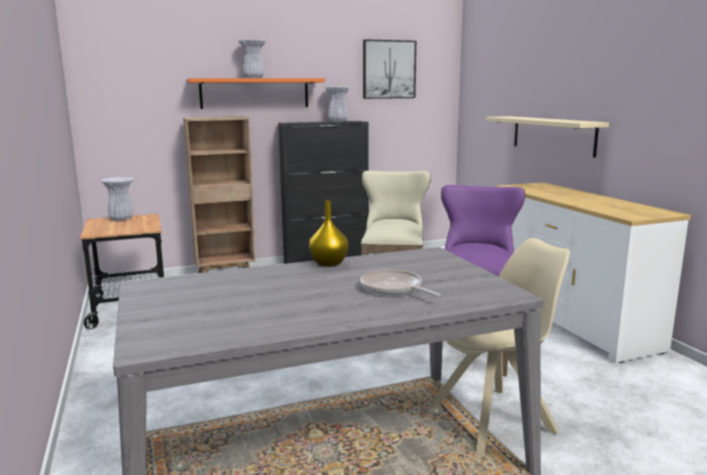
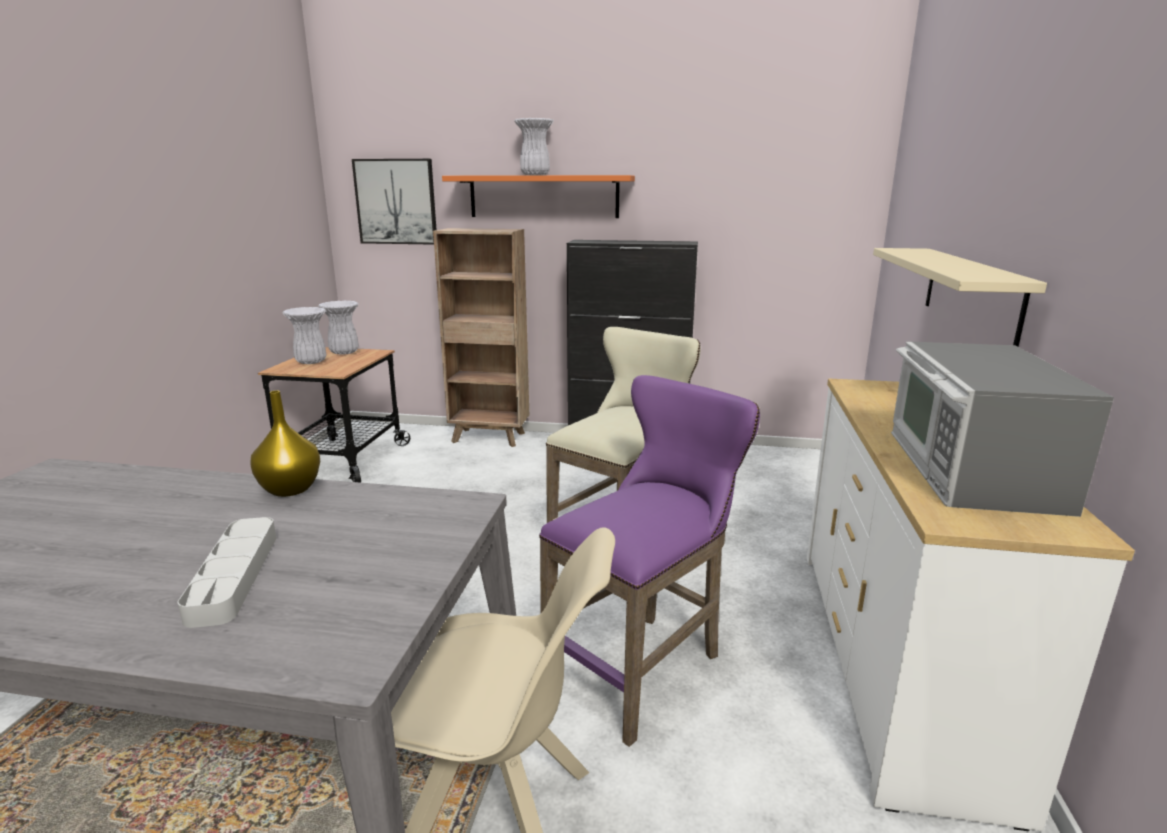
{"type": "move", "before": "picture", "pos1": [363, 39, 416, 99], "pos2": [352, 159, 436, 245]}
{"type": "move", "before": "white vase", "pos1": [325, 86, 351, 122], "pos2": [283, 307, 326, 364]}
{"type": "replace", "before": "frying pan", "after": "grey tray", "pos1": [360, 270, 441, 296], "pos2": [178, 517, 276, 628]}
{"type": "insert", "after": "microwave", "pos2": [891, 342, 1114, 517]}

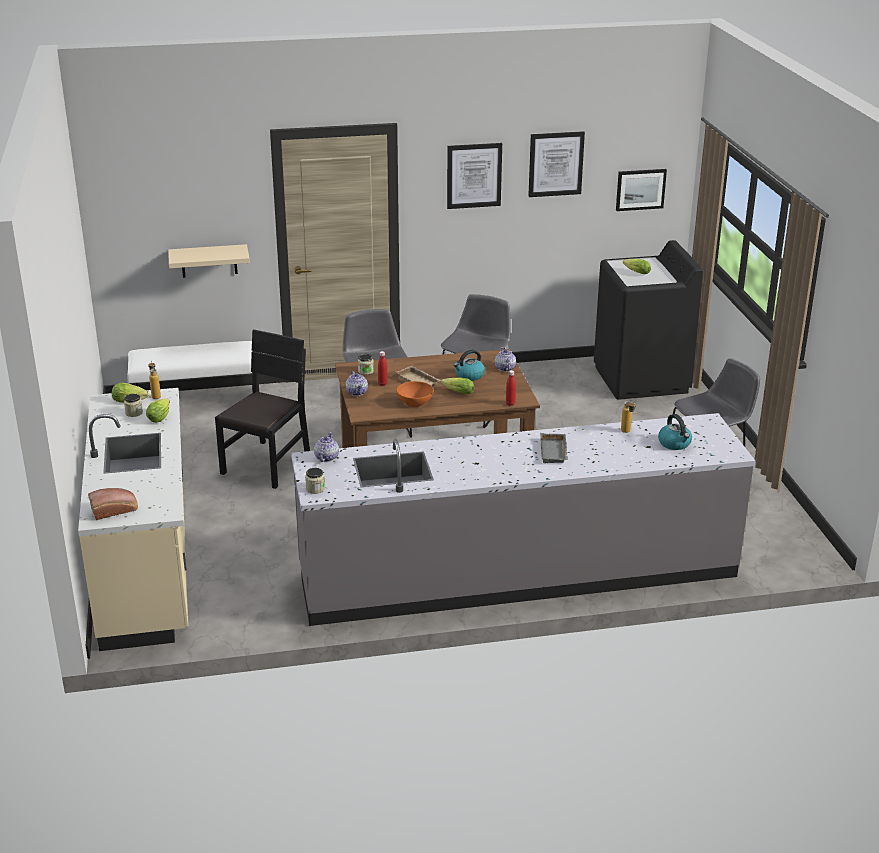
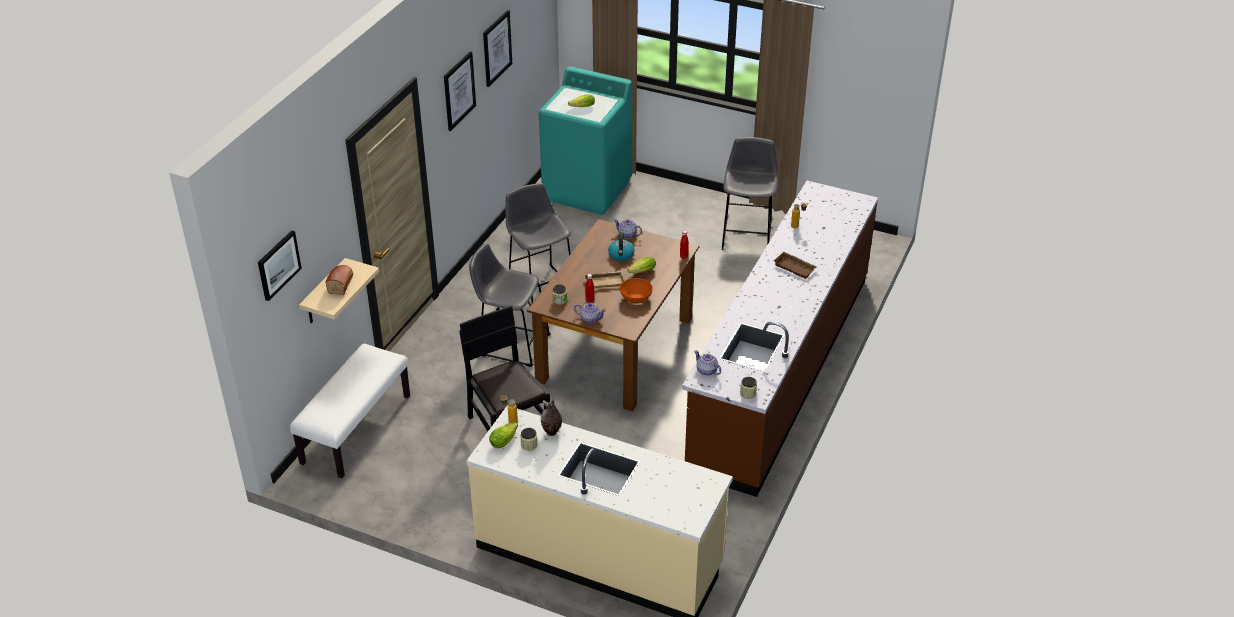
{"type": "move", "before": "picture", "pos1": [616, 169, 667, 211], "pos2": [258, 230, 302, 301]}
{"type": "recolor", "before": "black washing machine", "after": "turquoise washing machine", "pos1": [594, 240, 703, 400], "pos2": [539, 66, 632, 215]}
{"type": "replace", "before": "lettuce", "after": "vase", "pos1": [146, 398, 170, 423], "pos2": [541, 399, 562, 436]}
{"type": "recolor", "before": "grey counter", "after": "brown counter", "pos1": [291, 413, 756, 626], "pos2": [682, 181, 878, 497]}
{"type": "delete", "before": "kettle", "pos1": [658, 414, 692, 450]}
{"type": "recolor", "before": "grey tray", "after": "brown tray", "pos1": [540, 433, 568, 463], "pos2": [773, 252, 817, 279]}
{"type": "move", "before": "bread", "pos1": [88, 488, 138, 520], "pos2": [325, 265, 353, 295]}

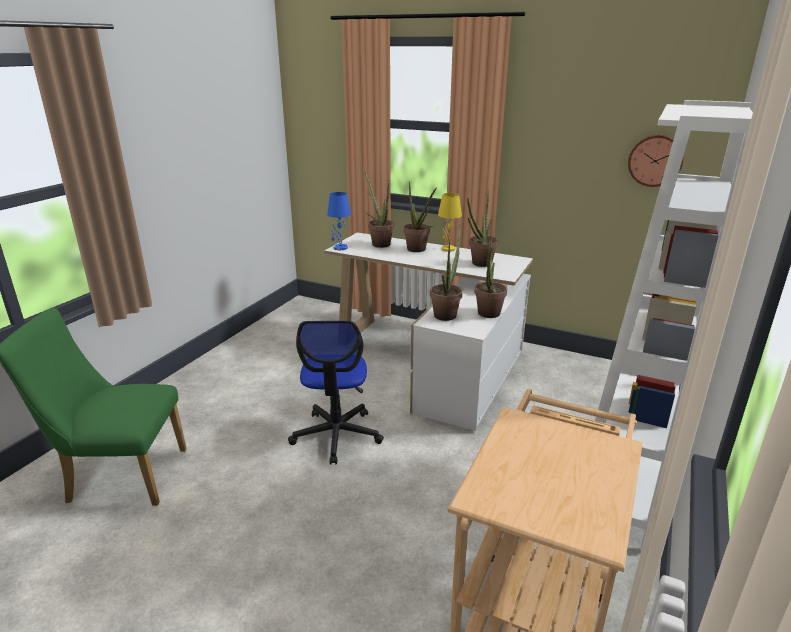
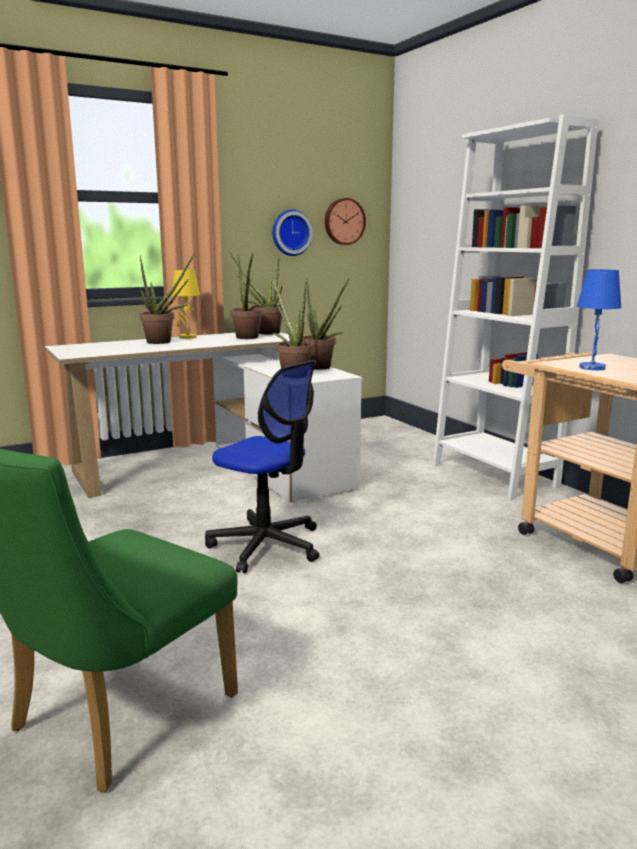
{"type": "move", "before": "potted plant", "pos1": [364, 172, 394, 248], "pos2": [230, 252, 283, 335]}
{"type": "move", "before": "blue table lamp", "pos1": [327, 192, 351, 250], "pos2": [577, 269, 621, 370]}
{"type": "insert", "after": "wall clock", "pos2": [272, 209, 313, 256]}

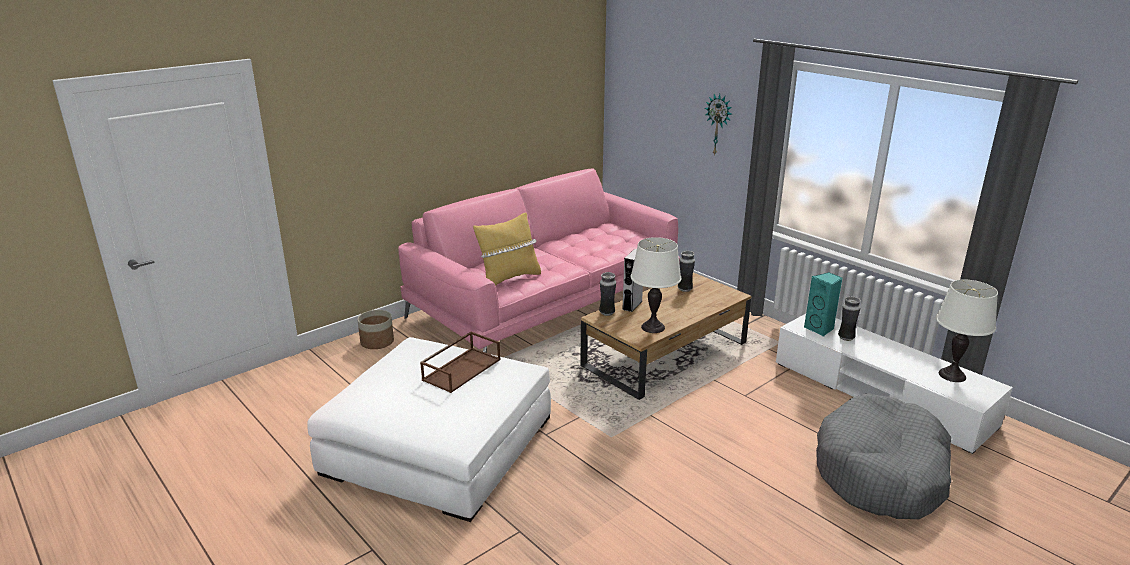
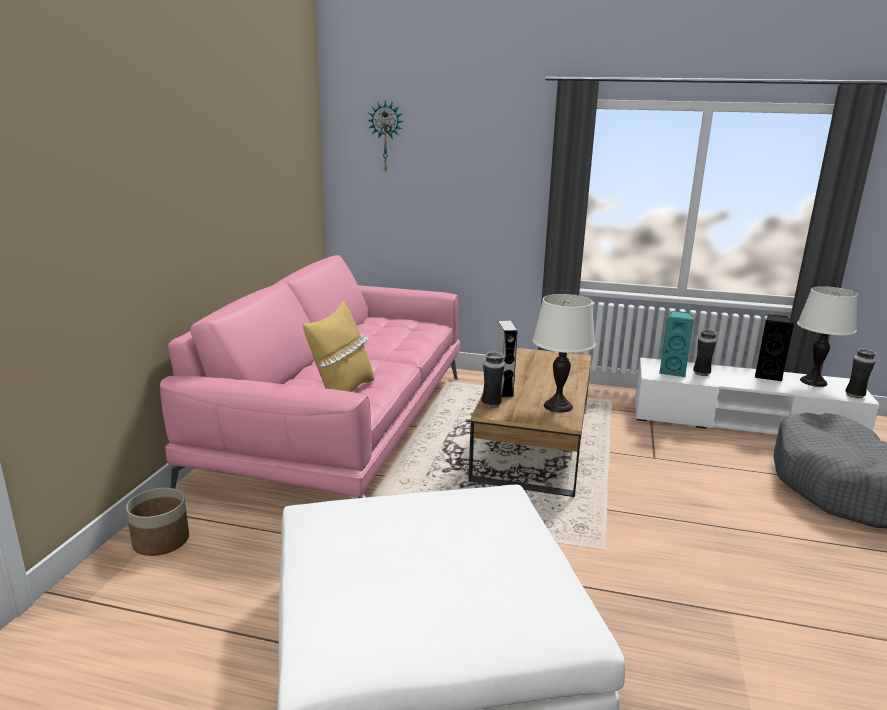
{"type": "move", "before": "wall clock", "pos1": [705, 94, 732, 156], "pos2": [367, 100, 404, 173]}
{"type": "move", "before": "vase", "pos1": [678, 251, 695, 292], "pos2": [845, 348, 876, 399]}
{"type": "delete", "before": "brown tray", "pos1": [420, 331, 501, 393]}
{"type": "insert", "after": "black speaker", "pos2": [755, 315, 794, 382]}

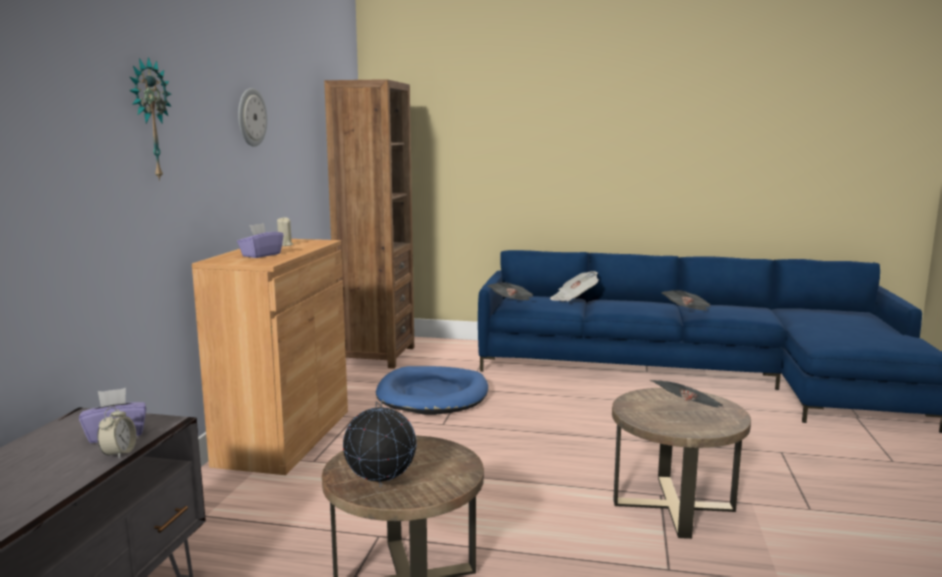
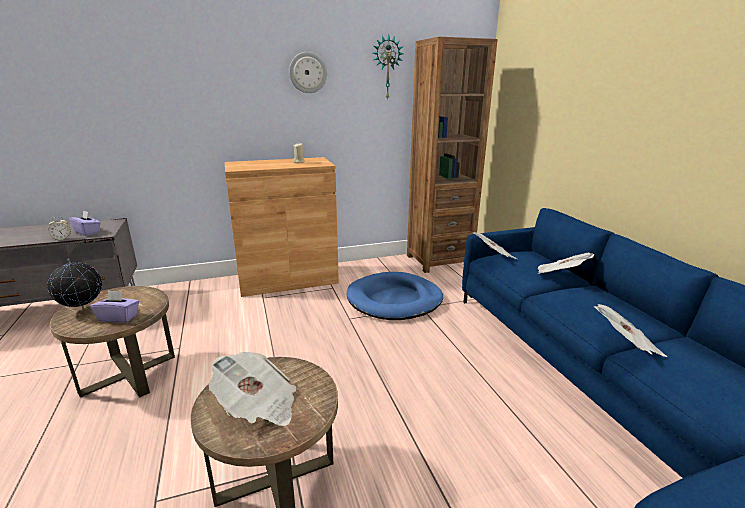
{"type": "move", "before": "wall clock", "pos1": [129, 57, 172, 181], "pos2": [373, 35, 403, 100]}
{"type": "move", "before": "purple tissue box", "pos1": [237, 223, 283, 258], "pos2": [90, 290, 139, 323]}

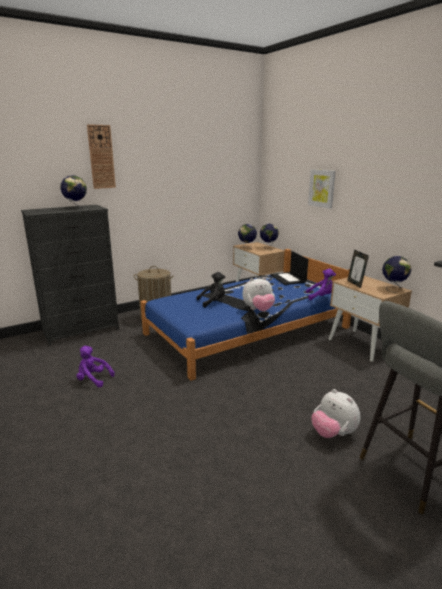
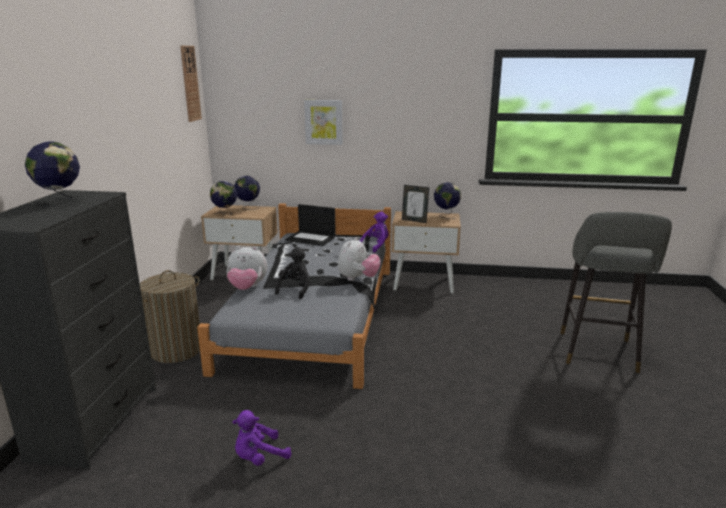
{"type": "move", "before": "wall clock", "pos1": [87, 124, 116, 189], "pos2": [180, 46, 202, 122]}
{"type": "recolor", "before": "blue bed", "after": "grey bed", "pos1": [141, 249, 351, 381], "pos2": [197, 203, 391, 389]}
{"type": "move", "before": "plush toy", "pos1": [311, 389, 360, 438], "pos2": [226, 246, 267, 290]}

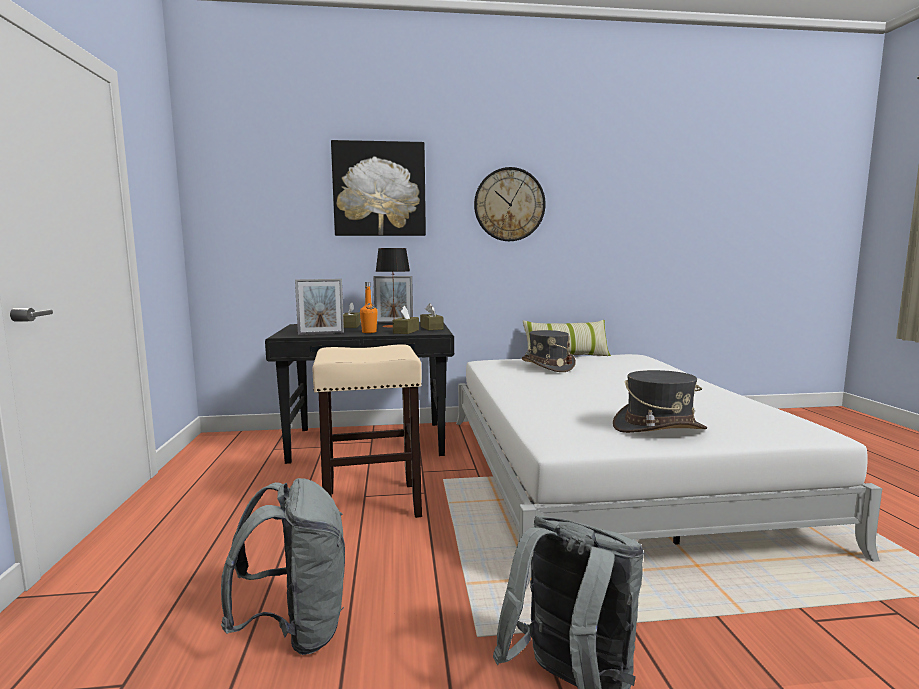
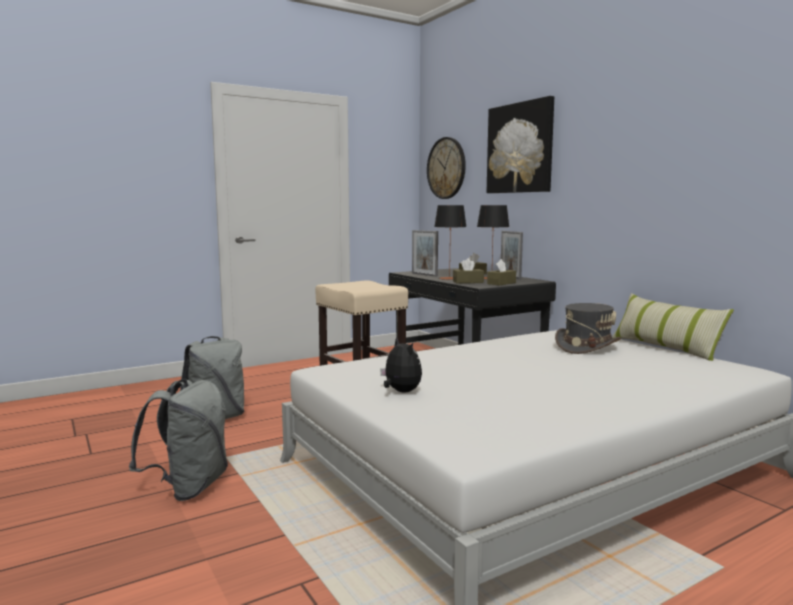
{"type": "move", "before": "wall clock", "pos1": [474, 167, 546, 241], "pos2": [427, 137, 466, 199]}
{"type": "replace", "before": "orange bottle", "after": "table lamp", "pos1": [360, 282, 377, 333], "pos2": [434, 205, 466, 280]}
{"type": "replace", "before": "grey hat", "after": "plush toy", "pos1": [613, 370, 707, 433], "pos2": [380, 337, 422, 392]}

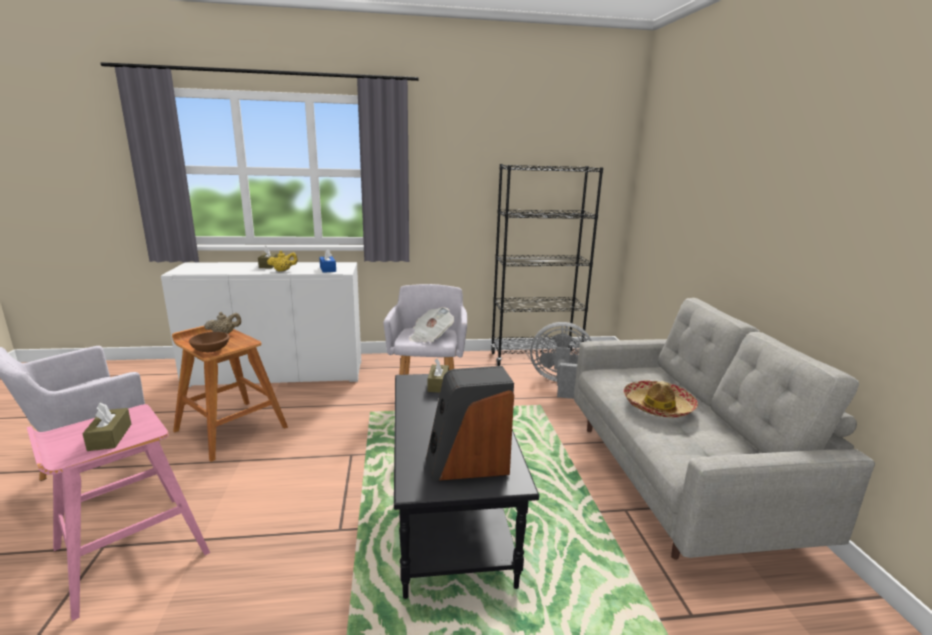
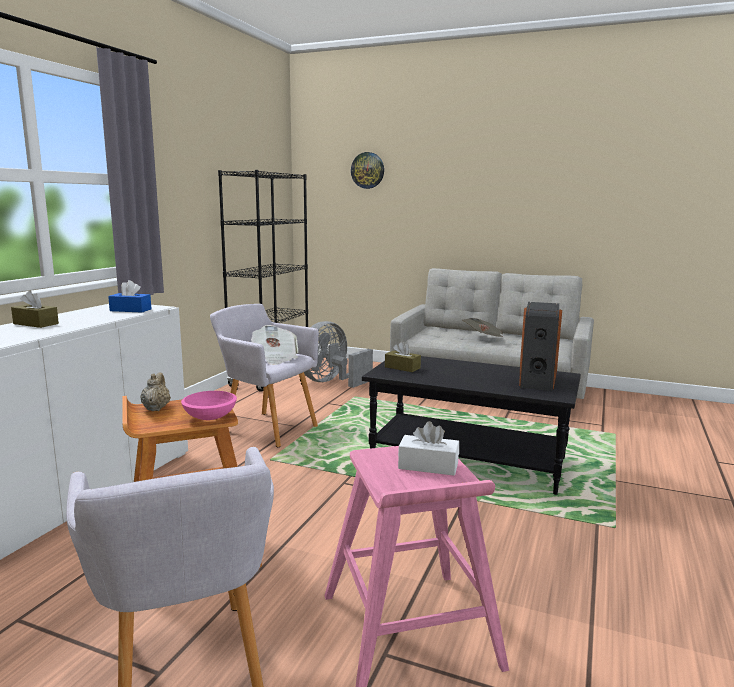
{"type": "delete", "before": "yellow teapot", "pos1": [267, 251, 298, 271]}
{"type": "recolor", "before": "brown bowl", "after": "pink bowl", "pos1": [189, 332, 230, 352], "pos2": [181, 391, 237, 420]}
{"type": "replace", "before": "hat", "after": "newspaper", "pos1": [623, 380, 698, 418], "pos2": [462, 318, 503, 337]}
{"type": "recolor", "before": "brown tissue box", "after": "white tissue box", "pos1": [82, 402, 131, 451], "pos2": [398, 421, 459, 476]}
{"type": "insert", "after": "wall clock", "pos2": [351, 152, 384, 189]}

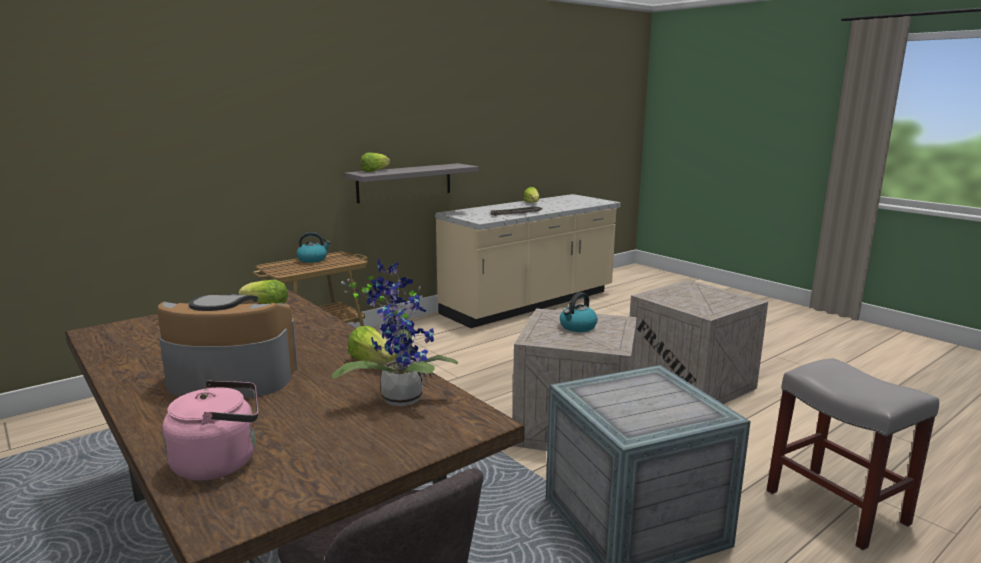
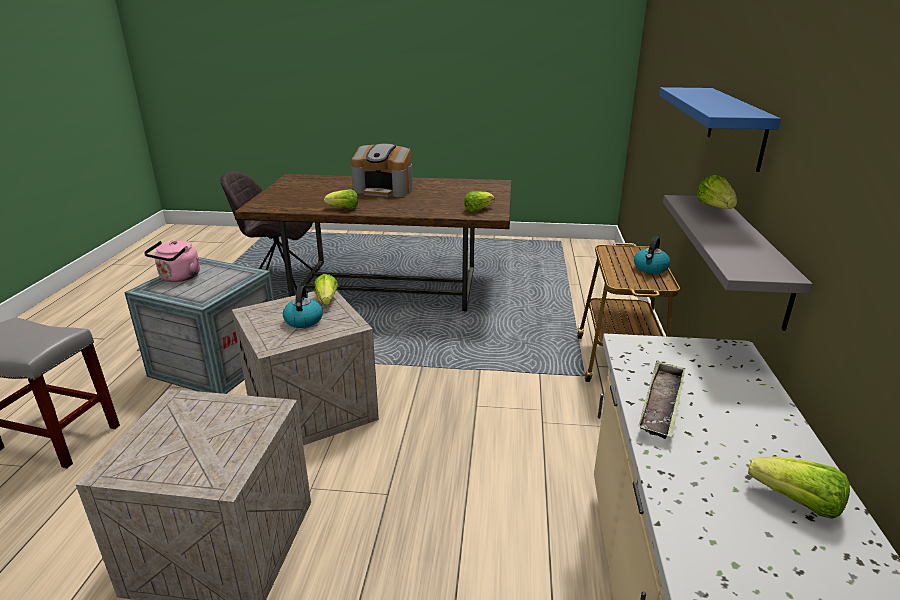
{"type": "delete", "before": "potted plant", "pos1": [332, 258, 458, 406]}
{"type": "rotate", "before": "coffee machine", "pos1": [157, 294, 298, 398], "pos2": [351, 143, 413, 197], "turn": 60}
{"type": "move", "before": "pink kettle", "pos1": [162, 380, 258, 480], "pos2": [144, 241, 200, 282]}
{"type": "insert", "after": "blue shelf", "pos2": [659, 87, 781, 172]}
{"type": "insert", "after": "lettuce", "pos2": [314, 274, 338, 305]}

